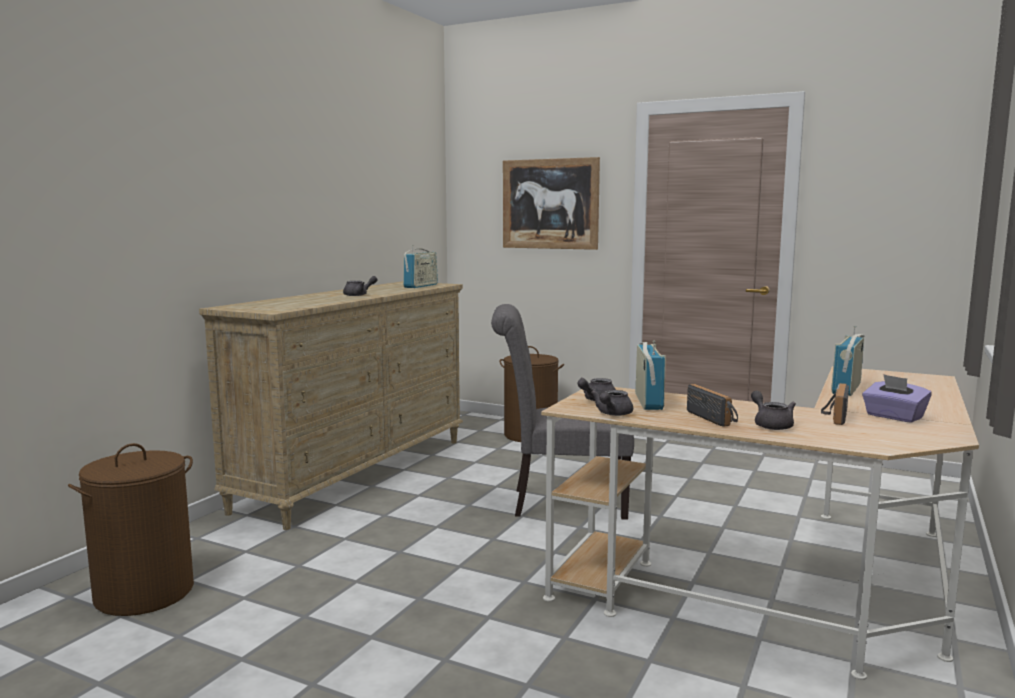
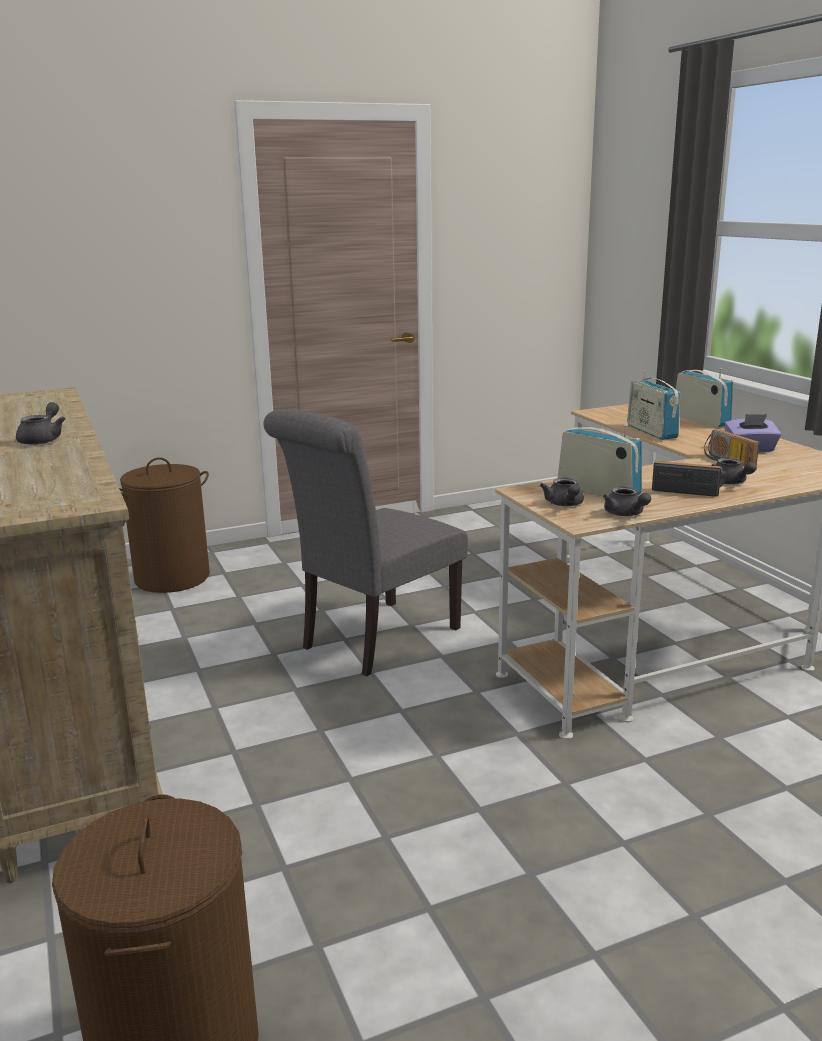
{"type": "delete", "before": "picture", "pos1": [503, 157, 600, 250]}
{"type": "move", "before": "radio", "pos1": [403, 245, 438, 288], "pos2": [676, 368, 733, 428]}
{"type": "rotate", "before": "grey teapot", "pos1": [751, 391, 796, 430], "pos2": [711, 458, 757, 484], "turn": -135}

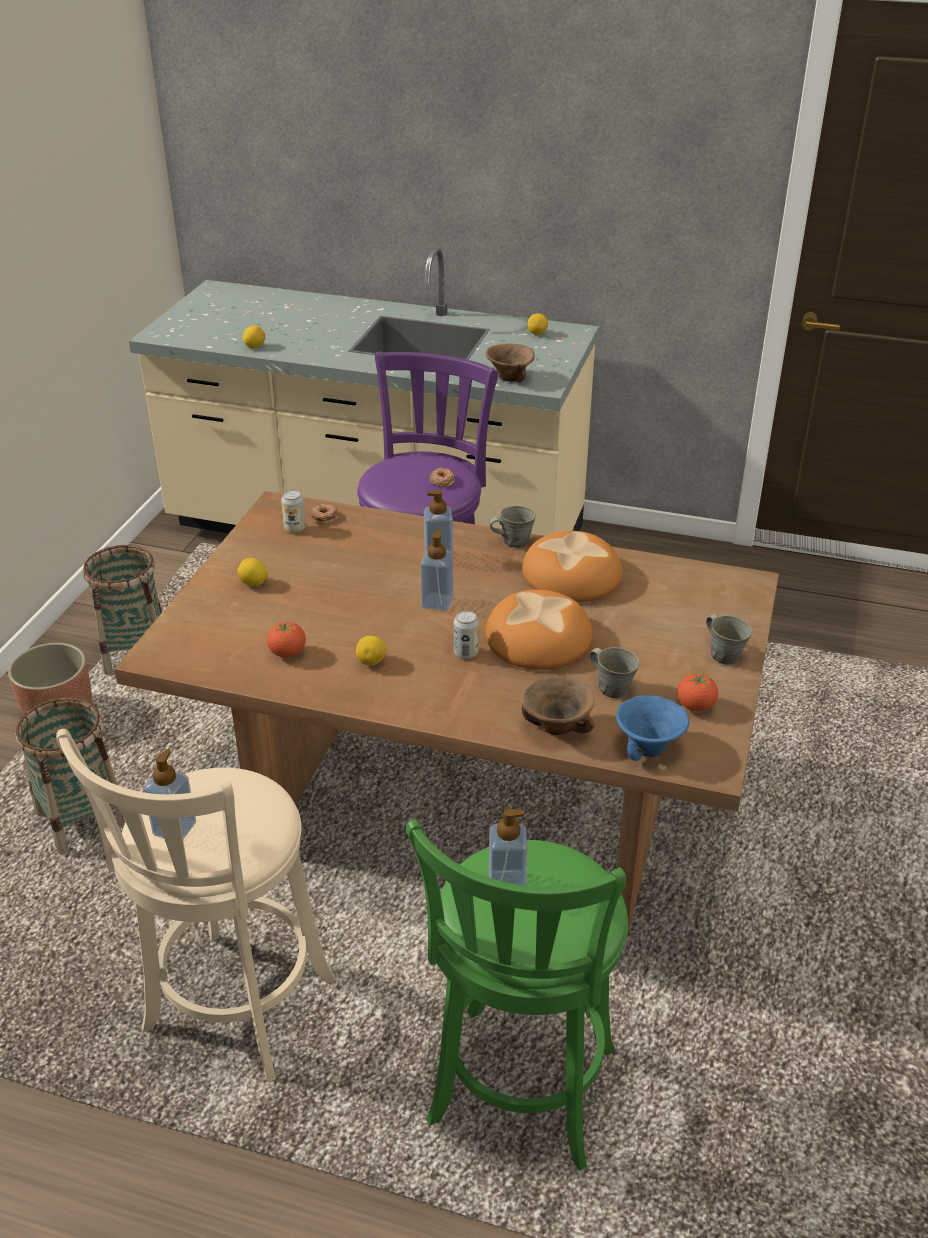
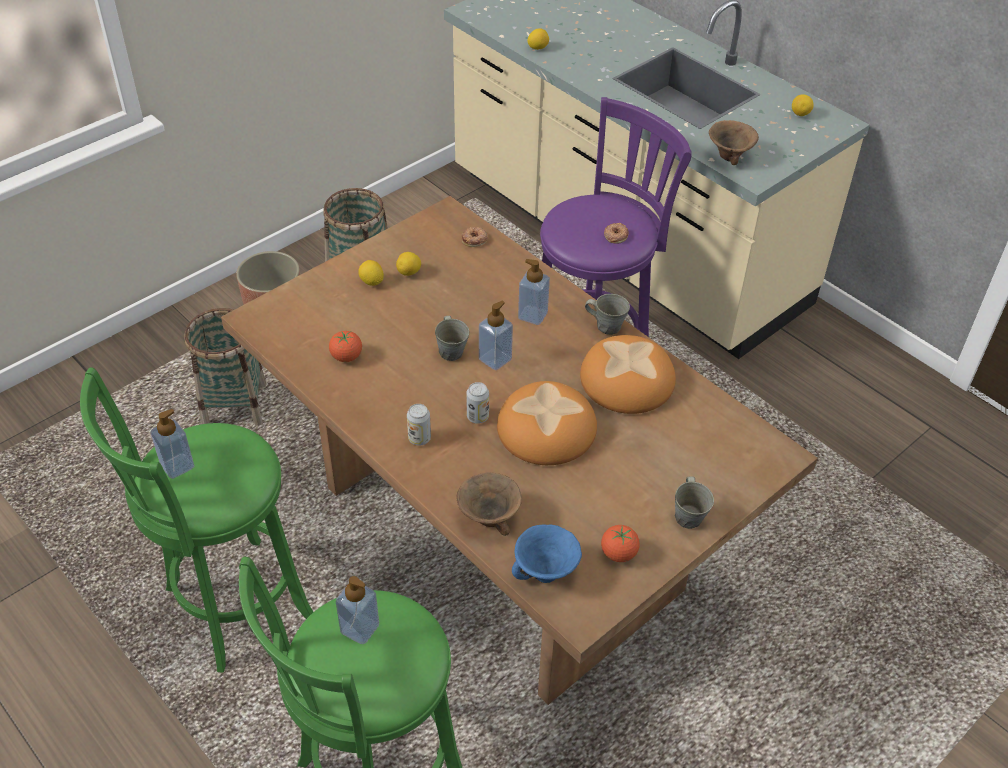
{"type": "move", "before": "can", "pos1": [281, 490, 305, 533], "pos2": [407, 404, 431, 446]}
{"type": "move", "before": "lemon", "pos1": [356, 636, 386, 666], "pos2": [396, 252, 421, 276]}
{"type": "move", "before": "grey mug", "pos1": [590, 647, 639, 698], "pos2": [435, 316, 469, 361]}
{"type": "recolor", "before": "beige stool", "after": "green stool", "pos1": [56, 729, 336, 1082], "pos2": [80, 367, 313, 673]}

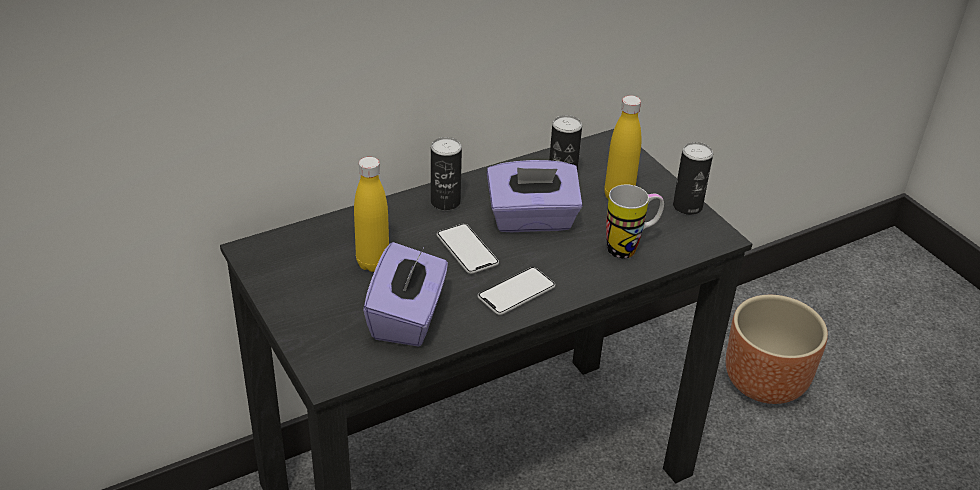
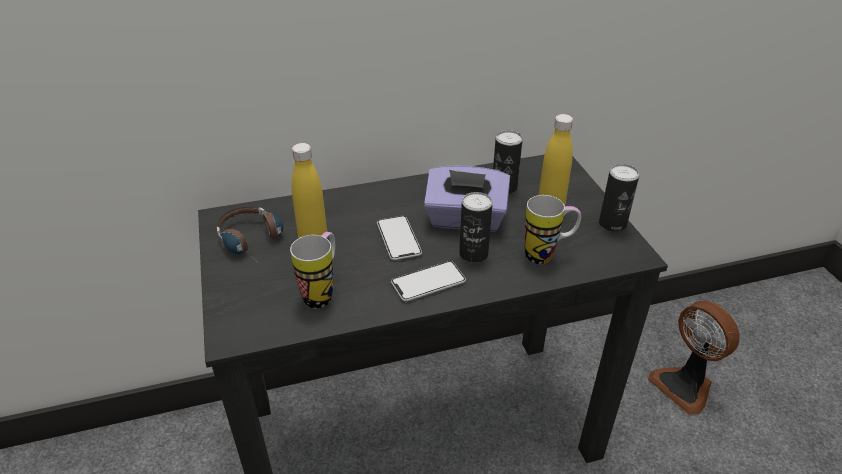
{"type": "move", "before": "can", "pos1": [431, 137, 462, 210], "pos2": [459, 192, 493, 263]}
{"type": "replace", "before": "purple tissue box", "after": "mug", "pos1": [363, 242, 448, 347], "pos2": [290, 232, 335, 309]}
{"type": "replace", "before": "brown planter", "after": "fan", "pos1": [726, 295, 828, 404], "pos2": [648, 301, 740, 415]}
{"type": "insert", "after": "headphones", "pos2": [217, 207, 284, 256]}

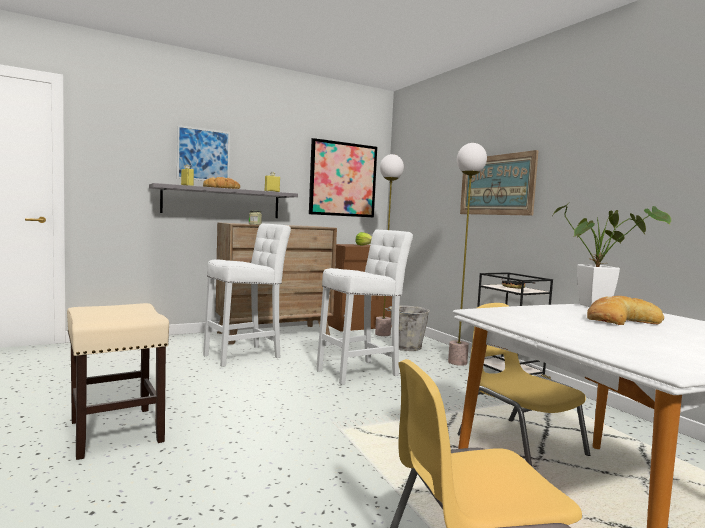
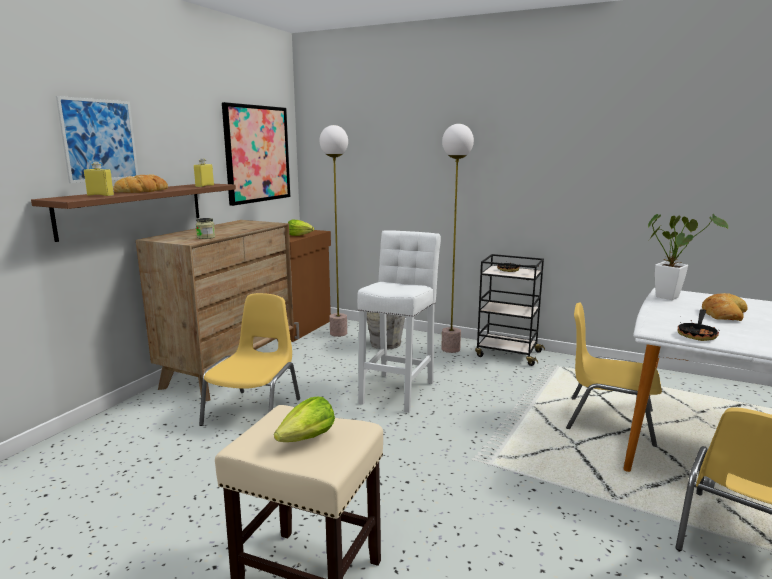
{"type": "delete", "before": "picture", "pos1": [460, 150, 539, 216]}
{"type": "recolor", "before": "grey shelf", "after": "brown shelf", "pos1": [149, 183, 298, 218], "pos2": [31, 184, 236, 242]}
{"type": "replace", "before": "white stool", "after": "yellow chair", "pos1": [203, 224, 291, 367], "pos2": [199, 293, 300, 426]}
{"type": "insert", "after": "frying pan", "pos2": [678, 309, 720, 341]}
{"type": "insert", "after": "lettuce", "pos2": [274, 397, 335, 442]}

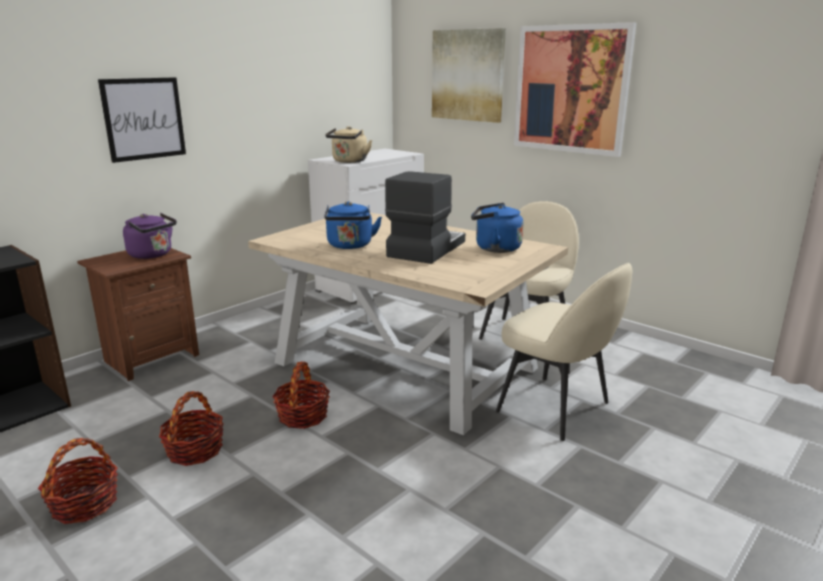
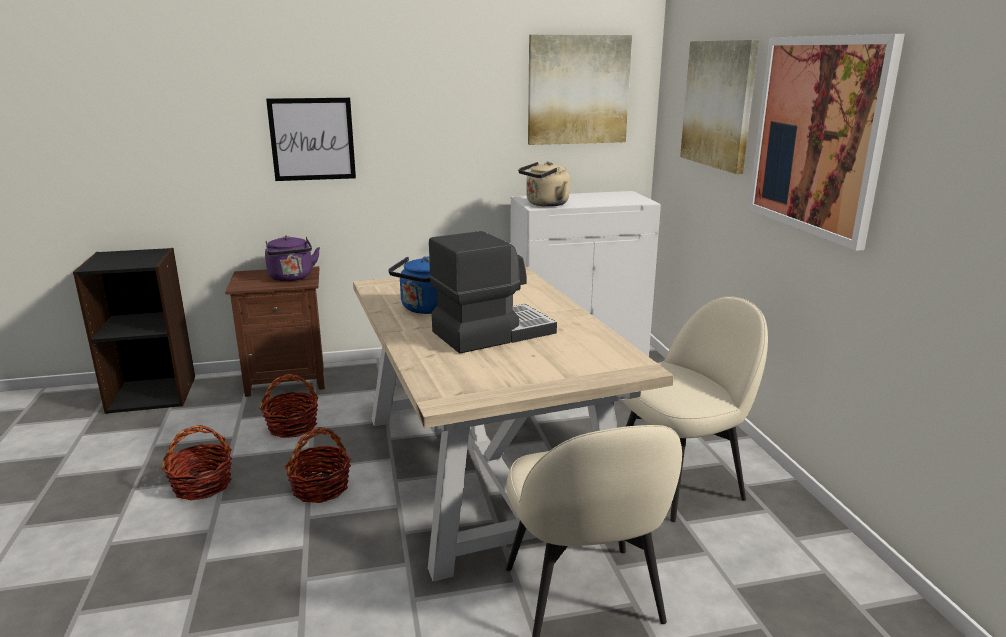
{"type": "delete", "before": "blue kettle", "pos1": [471, 203, 524, 253]}
{"type": "move", "before": "basket", "pos1": [38, 438, 118, 524], "pos2": [260, 374, 318, 438]}
{"type": "insert", "after": "picture", "pos2": [528, 35, 632, 145]}

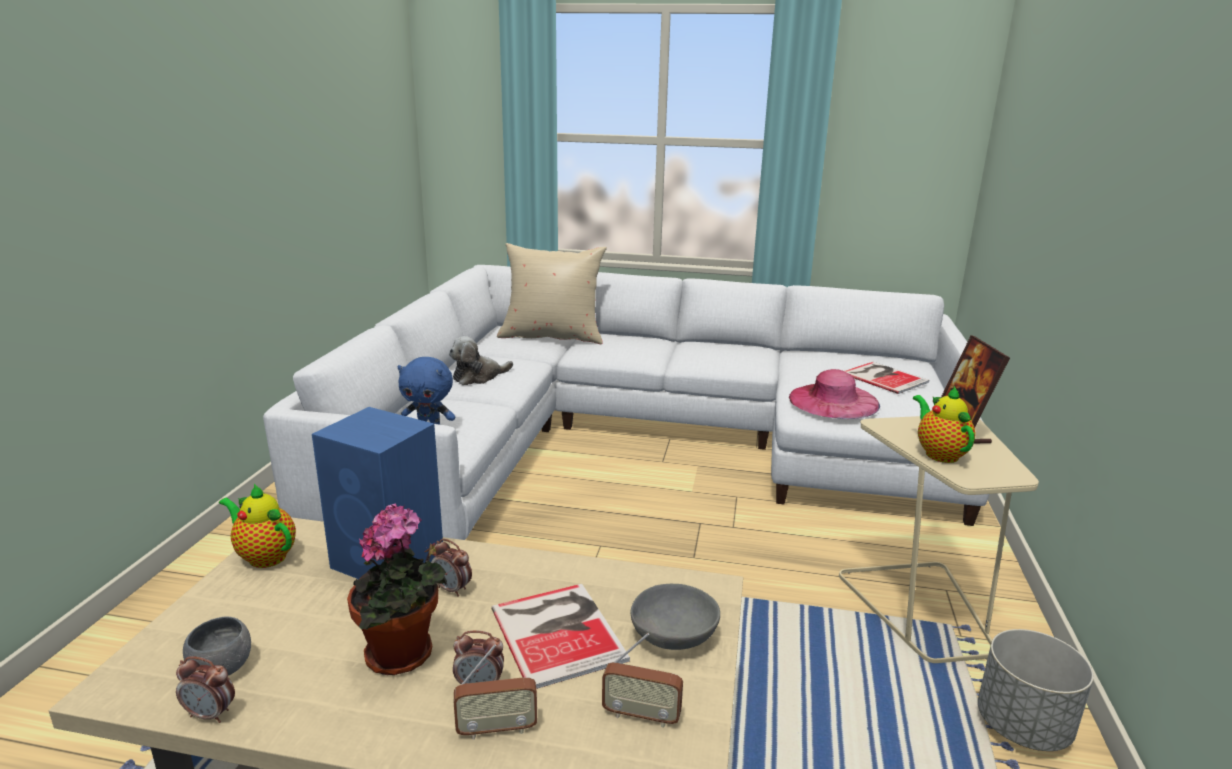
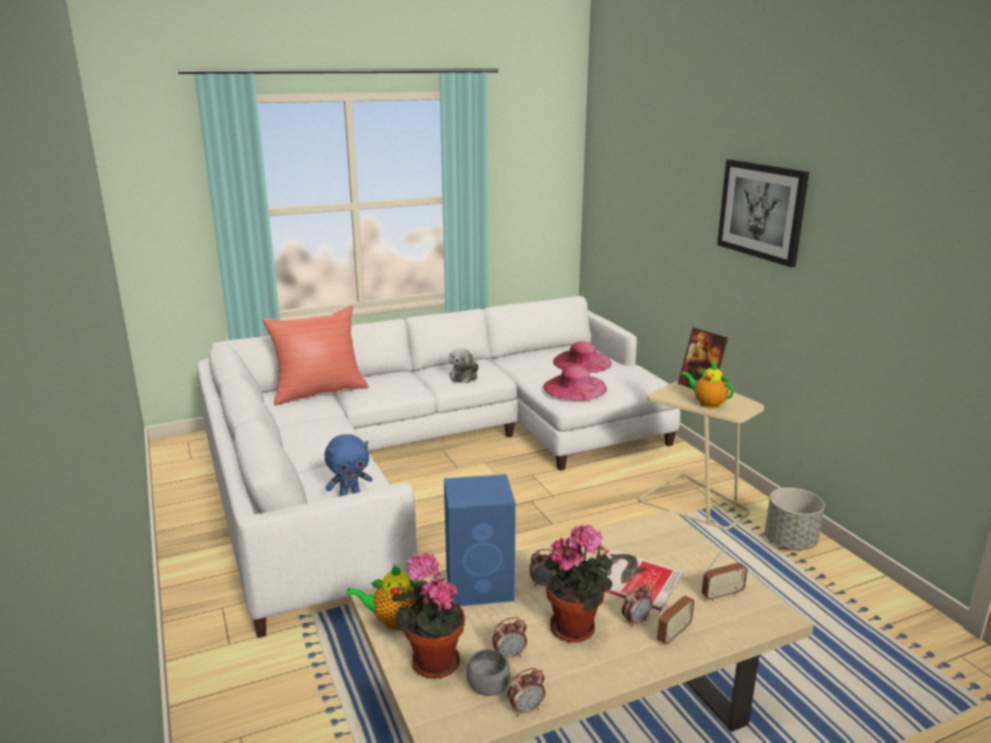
{"type": "recolor", "before": "beige pillow", "after": "red pillow", "pos1": [497, 243, 607, 344], "pos2": [262, 306, 369, 405]}
{"type": "move", "before": "plush toy", "pos1": [449, 336, 513, 385], "pos2": [449, 348, 479, 383]}
{"type": "replace", "before": "book", "after": "pink hat", "pos1": [845, 362, 929, 394], "pos2": [553, 341, 612, 373]}
{"type": "delete", "before": "grey bowl", "pos1": [631, 584, 720, 650]}
{"type": "insert", "after": "picture", "pos2": [717, 160, 809, 267]}
{"type": "insert", "after": "potted plant", "pos2": [391, 553, 465, 679]}
{"type": "insert", "after": "alarm clock", "pos2": [492, 617, 527, 659]}

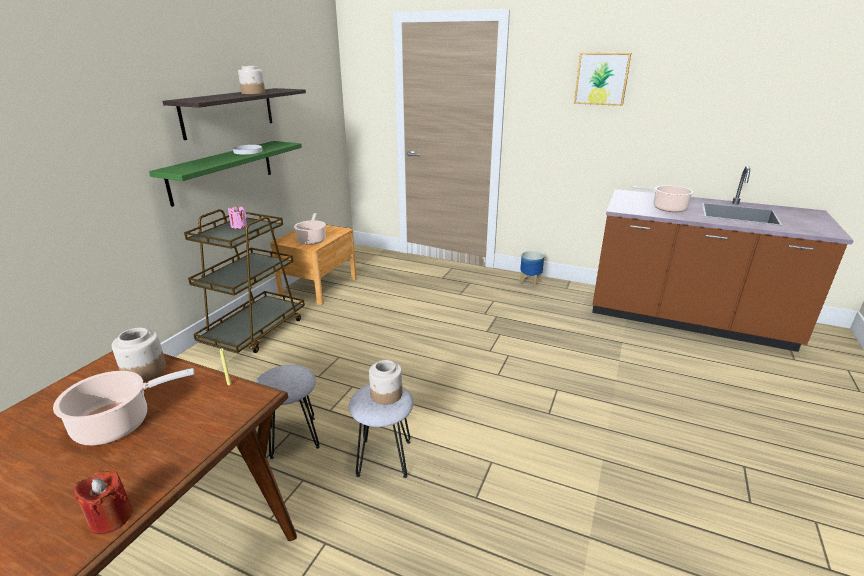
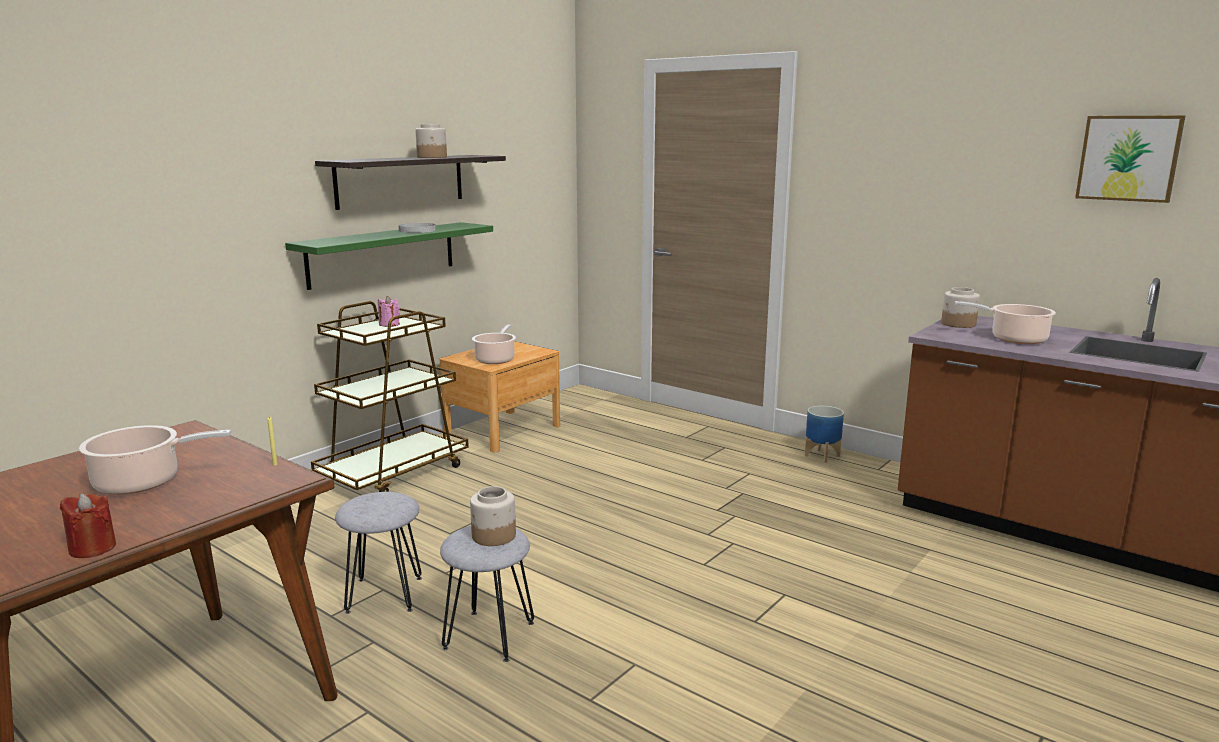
{"type": "move", "before": "picture", "pos1": [574, 53, 631, 106], "pos2": [1075, 116, 1185, 203]}
{"type": "move", "before": "jar", "pos1": [112, 328, 166, 382], "pos2": [941, 287, 980, 328]}

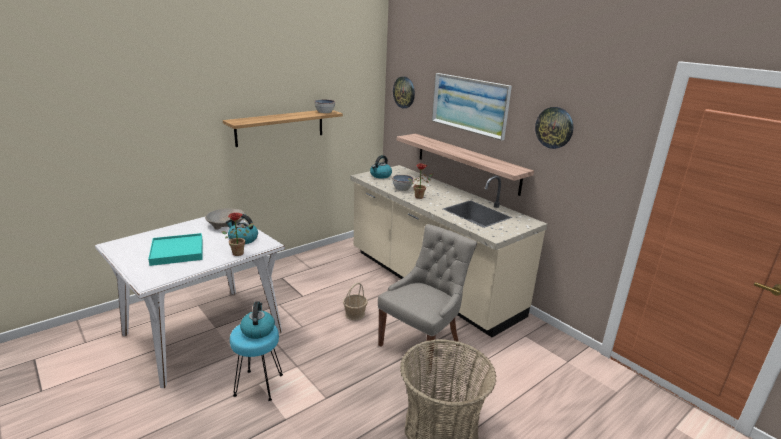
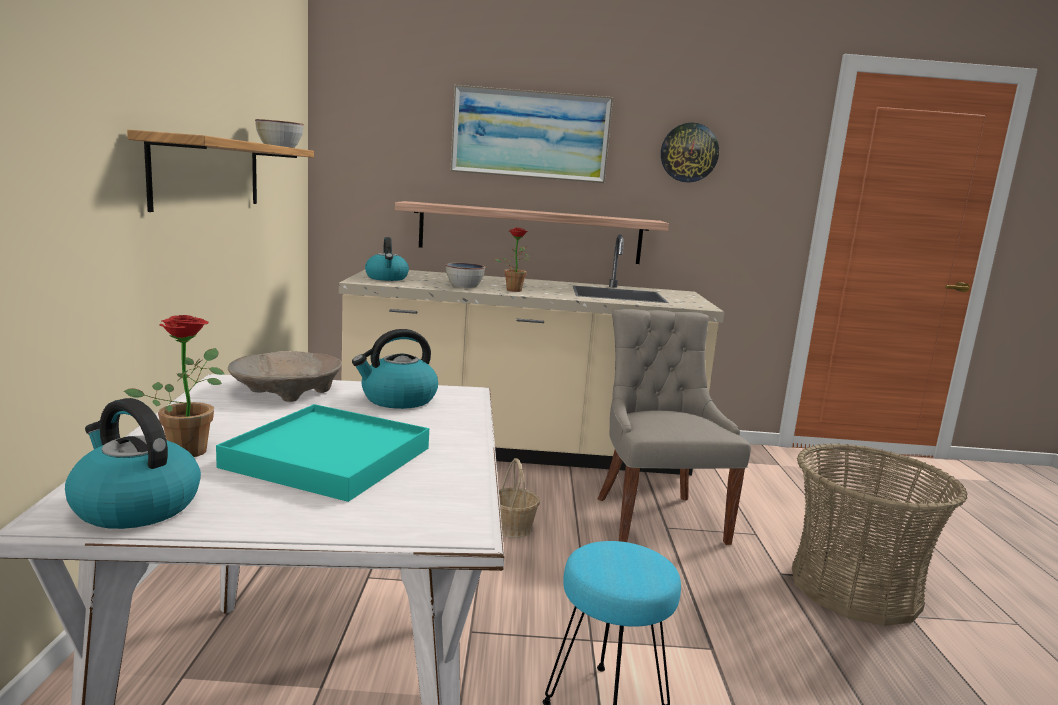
{"type": "delete", "before": "wall clock", "pos1": [393, 77, 415, 108]}
{"type": "move", "before": "potted plant", "pos1": [222, 213, 254, 256], "pos2": [124, 315, 224, 457]}
{"type": "move", "before": "kettle", "pos1": [240, 301, 275, 339], "pos2": [65, 398, 201, 529]}

